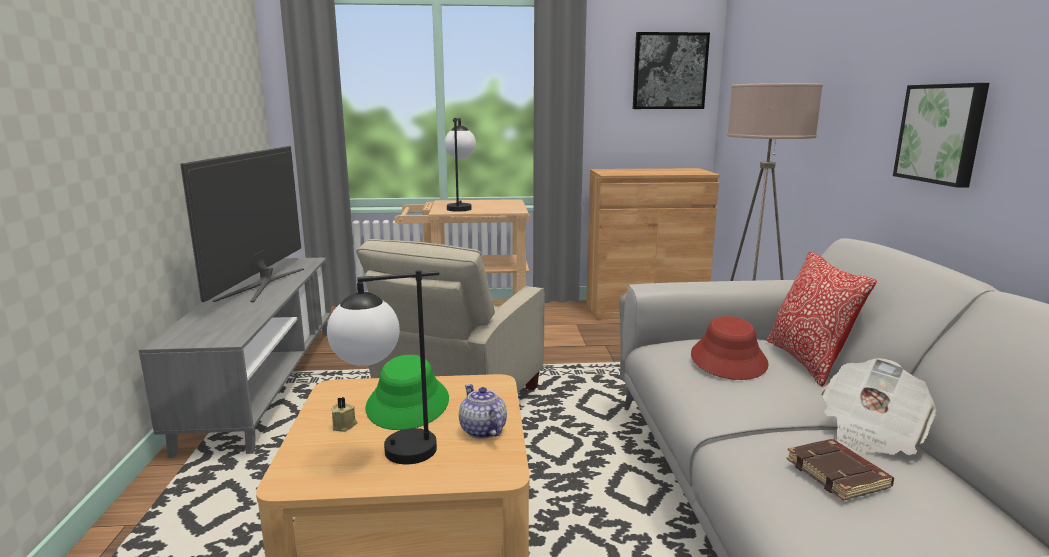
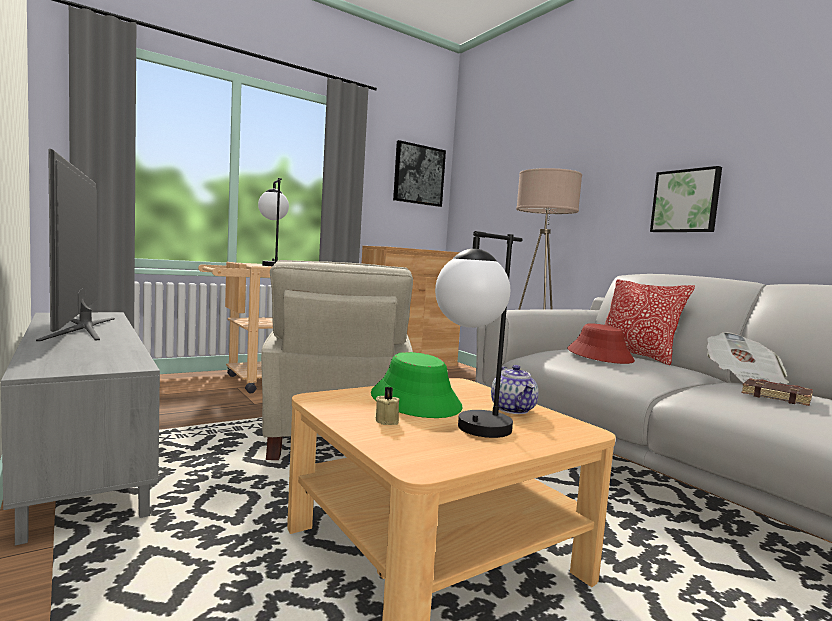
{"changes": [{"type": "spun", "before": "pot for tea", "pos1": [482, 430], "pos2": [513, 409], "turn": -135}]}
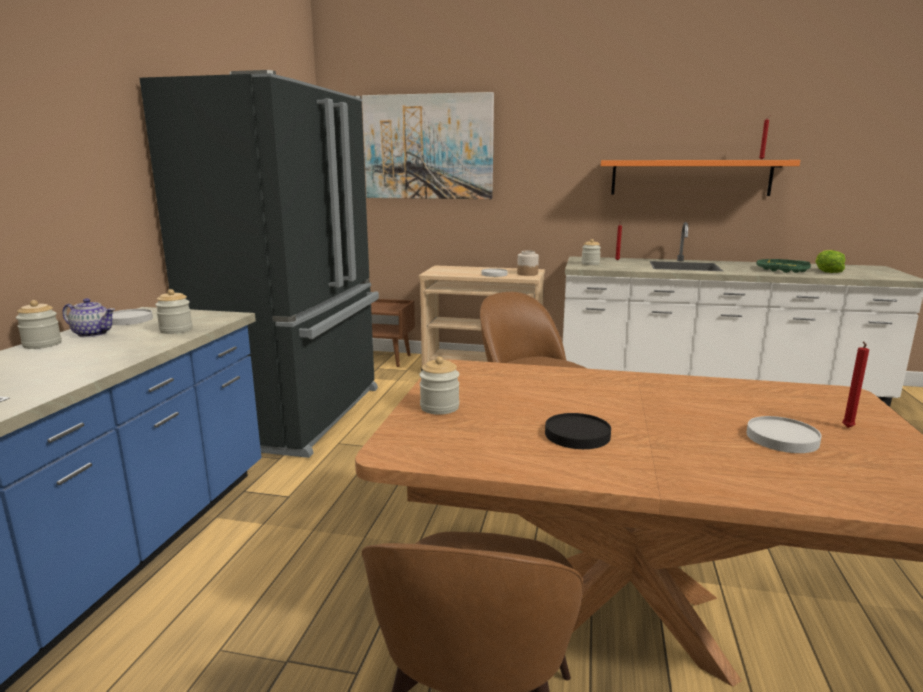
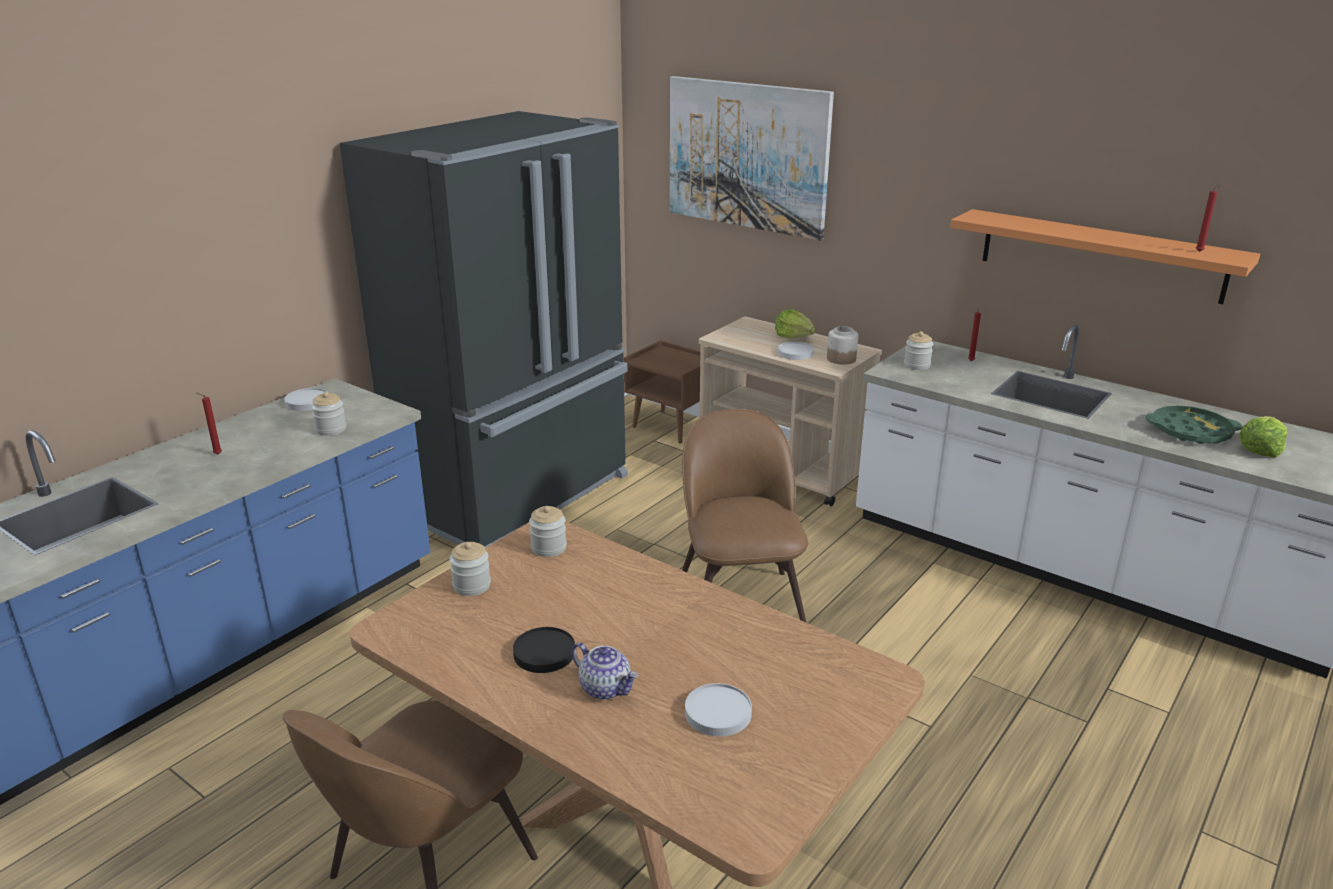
{"changes": [{"type": "relocated", "before": "preserve jar", "pos1": [42, 344], "pos2": [548, 548]}, {"type": "relocated", "before": "pot for tea", "pos1": [93, 333], "pos2": [606, 688]}, {"type": "relocated", "before": "candle (red-coloured)", "pos1": [847, 428], "pos2": [216, 454]}, {"type": "appeared", "after": "lettuce head", "pos2": [793, 336]}]}
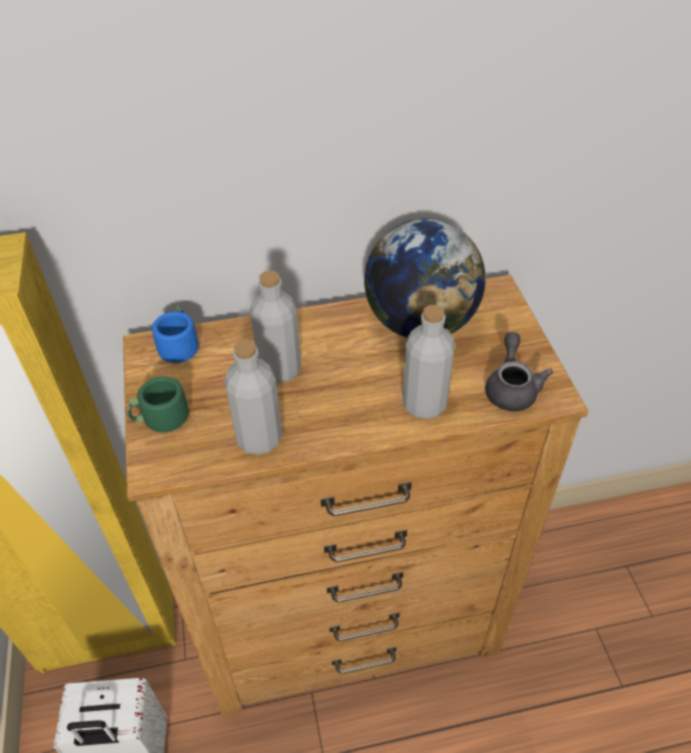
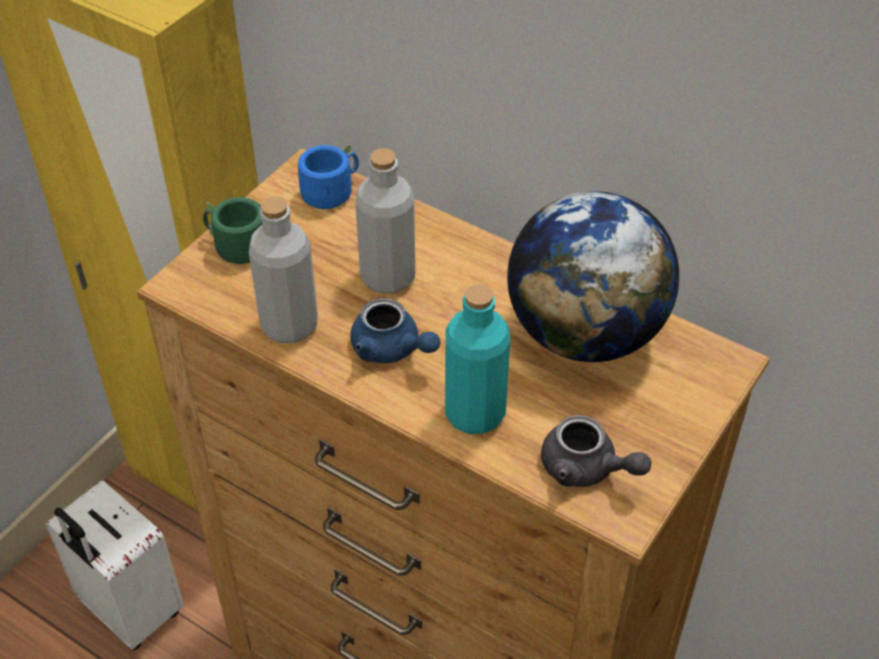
{"changes": [{"type": "colour", "before": "beverage bottle (grey)", "after": "beverage bottle (turquoise)", "pos1": [424, 404], "pos2": [475, 413]}, {"type": "spun", "before": "pot for tea (grey)", "pos1": [511, 388], "pos2": [586, 469], "turn": 75}, {"type": "appeared", "after": "pot for tea (blue-coloured)", "pos2": [391, 349]}]}
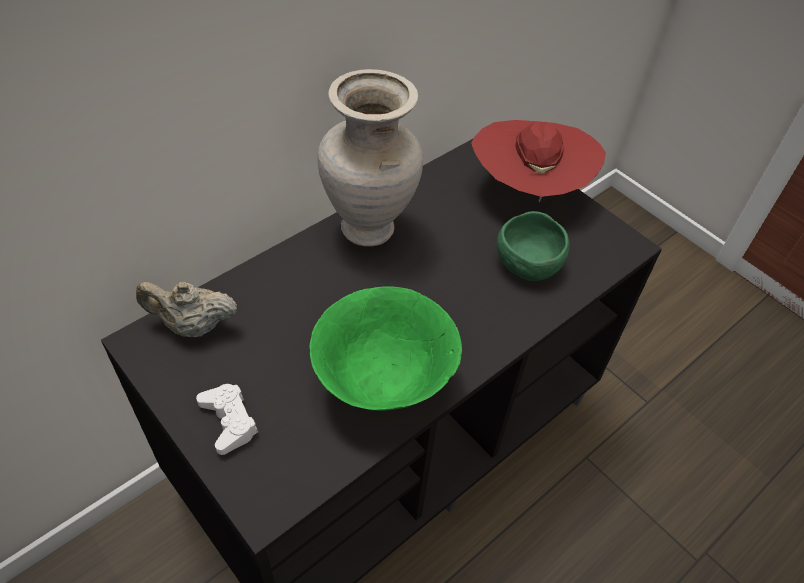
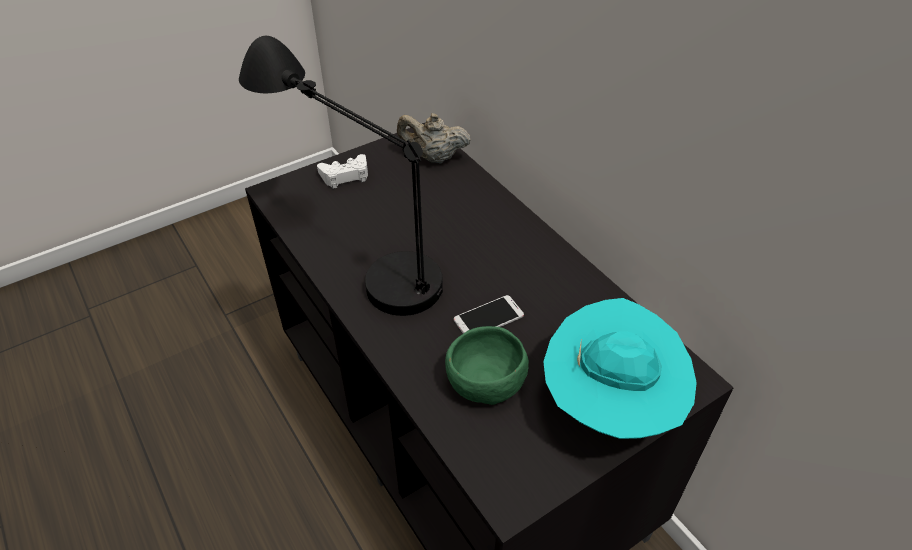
{"changes": [{"type": "spun", "before": "pot for tea (sand-coloured)", "pos1": [192, 325], "pos2": [434, 157], "turn": -90}, {"type": "exchanged", "before": "bowl (greenish)", "after": "lamp for a table (blackish)", "pos1": [384, 381], "pos2": [357, 254]}, {"type": "missing", "before": "vase (sand-coloured)", "pos1": [369, 228]}, {"type": "colour", "before": "wearable hat (red-coloured)", "after": "wearable hat (turquoise)", "pos1": [528, 189], "pos2": [610, 404]}, {"type": "appeared", "after": "handset", "pos2": [488, 317]}]}
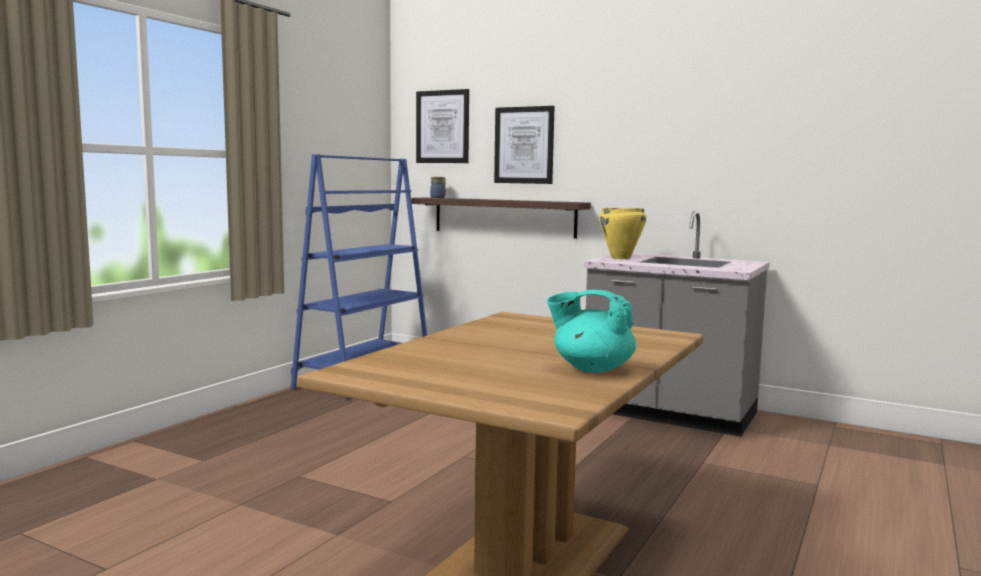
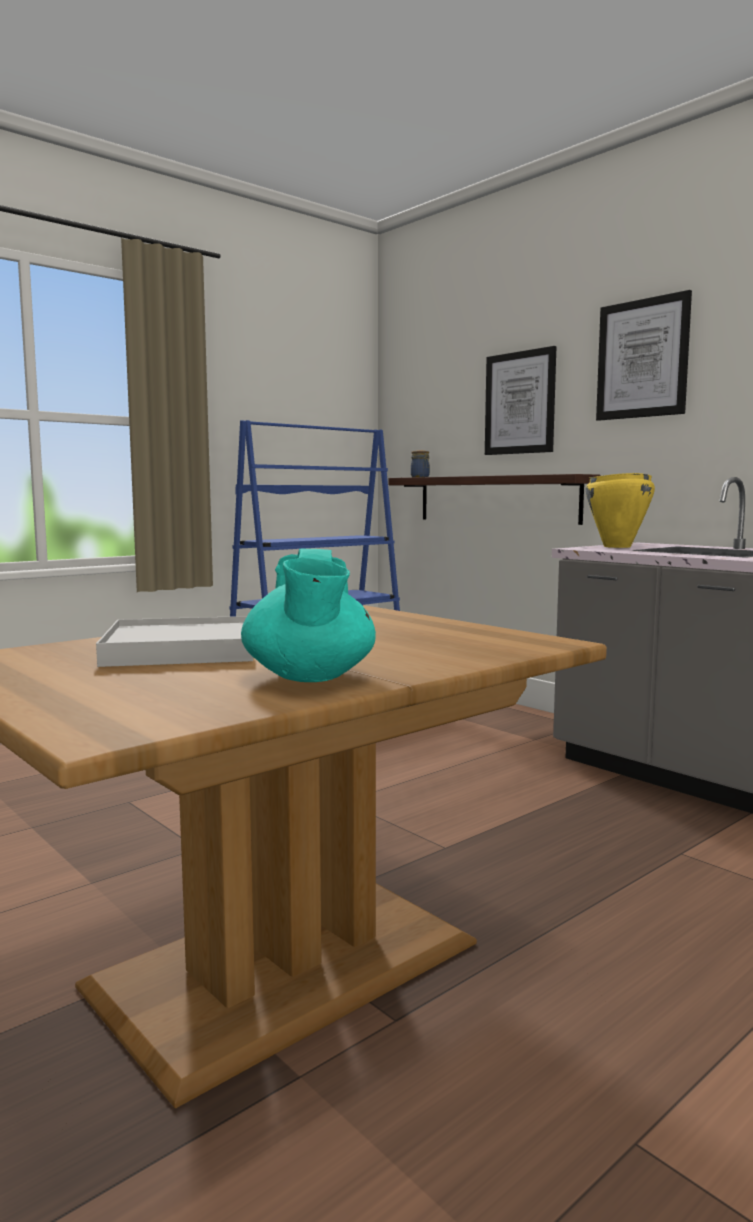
{"changes": [{"type": "relocated", "before": "wall picture", "pos1": [442, 127], "pos2": [642, 359]}, {"type": "spun", "before": "pot for tea (turquoise)", "pos1": [591, 368], "pos2": [309, 678], "turn": -135}, {"type": "appeared", "after": "serving tray (white)", "pos2": [181, 649]}]}
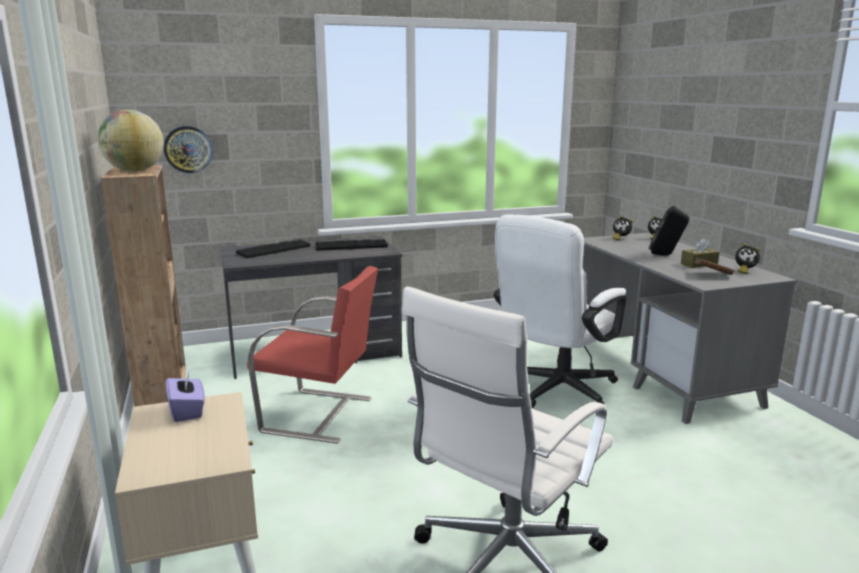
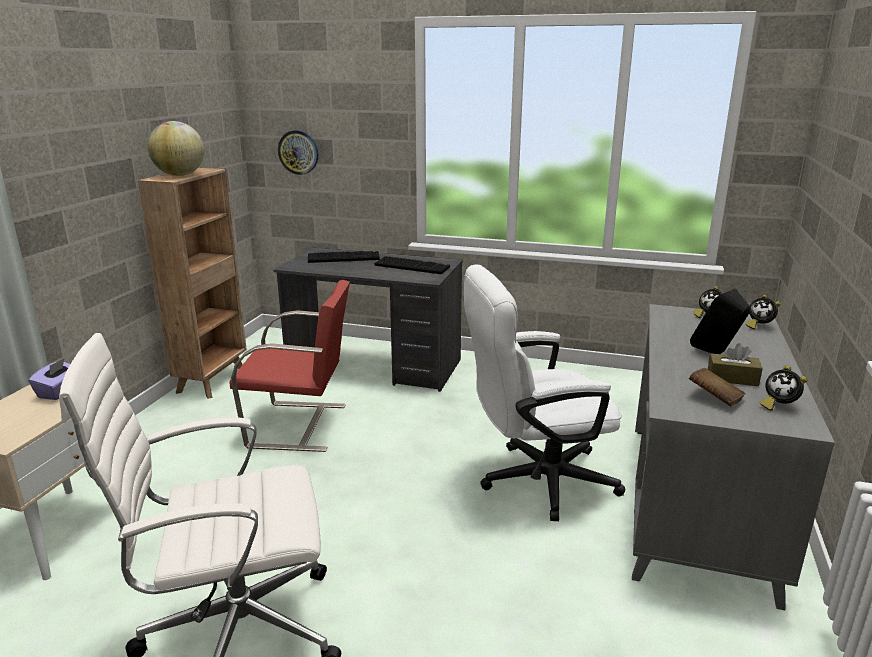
{"changes": [{"type": "spun", "before": "plain chair (red-coloured)", "pos1": [319, 415], "pos2": [300, 426], "turn": -45}]}
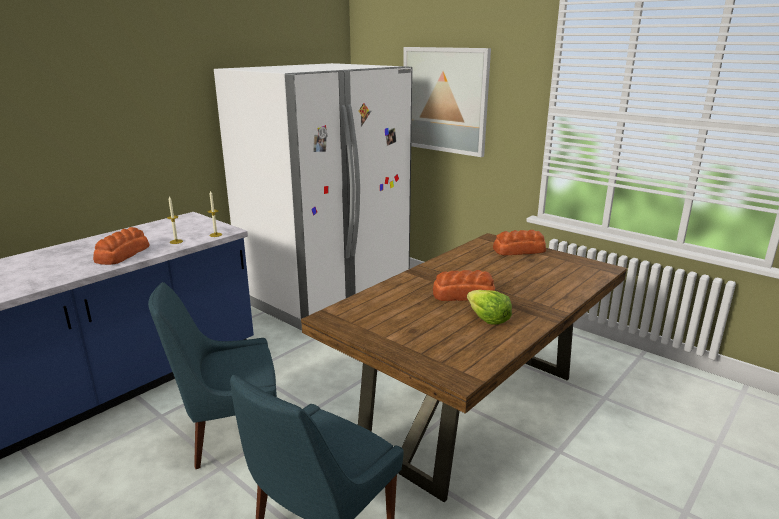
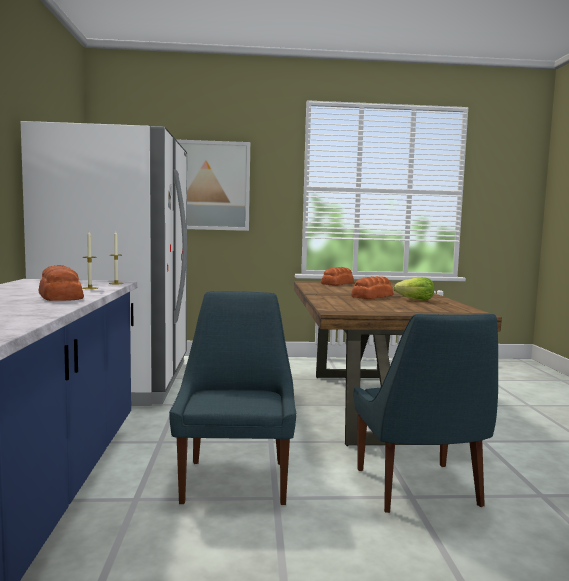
{"changes": [{"type": "spun", "before": "plain chair (blue-coloured)", "pos1": [230, 434], "pos2": [236, 479], "turn": 150}]}
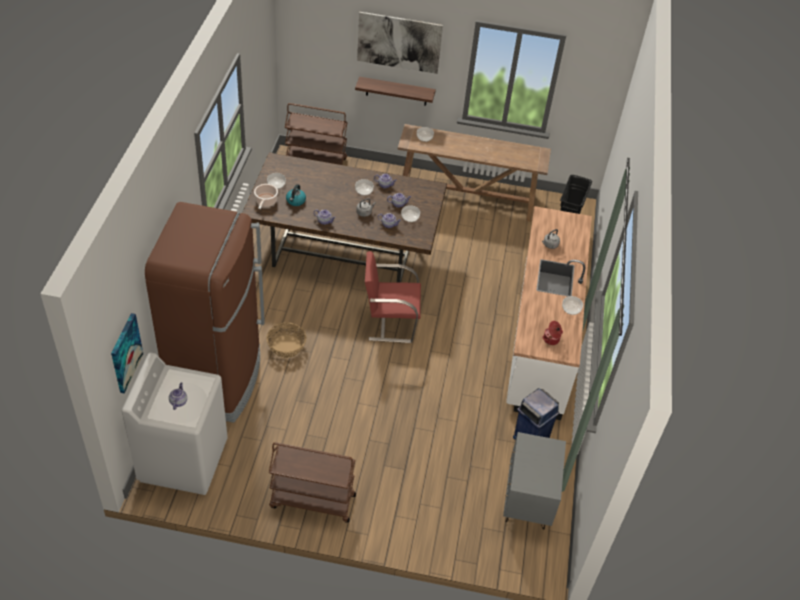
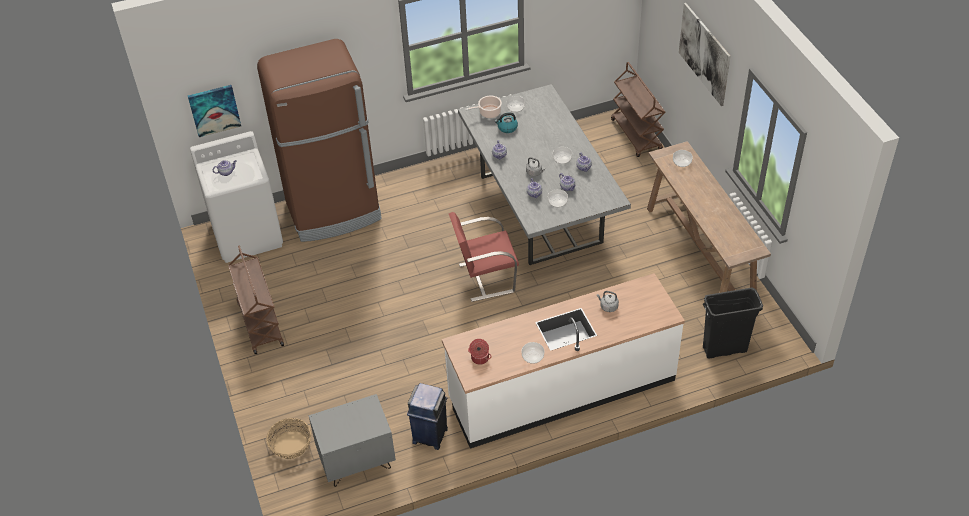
{"changes": [{"type": "colour", "before": "dinner table (brown-coloured)", "after": "dinner table (grey)", "pos1": [345, 253], "pos2": [540, 210]}, {"type": "relocated", "before": "storage basket", "pos1": [287, 346], "pos2": [291, 445]}, {"type": "missing", "before": "wall shelf", "pos1": [396, 91]}, {"type": "spun", "before": "plain chair (red-coloured)", "pos1": [389, 322], "pos2": [485, 278], "turn": -75}]}
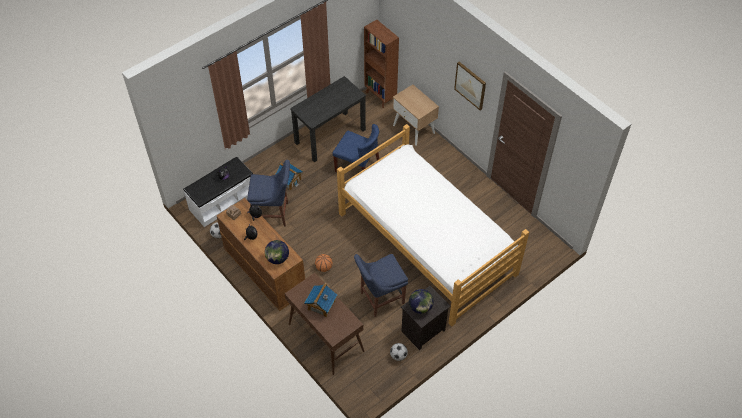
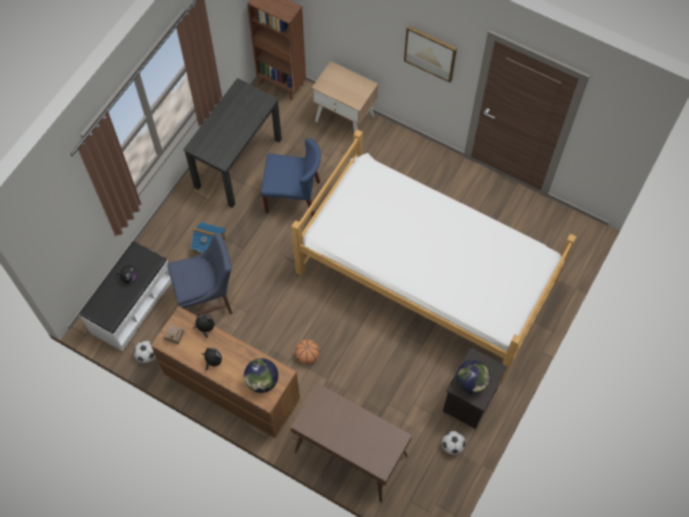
{"changes": [{"type": "missing", "before": "toy house", "pos1": [321, 305]}, {"type": "missing", "before": "plain chair (blue-coloured)", "pos1": [380, 298]}]}
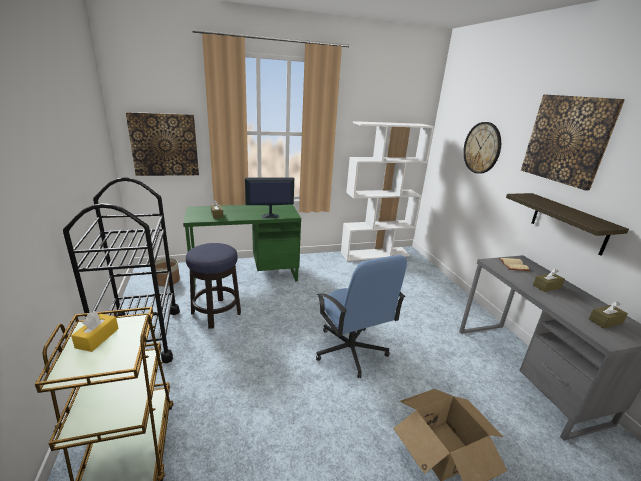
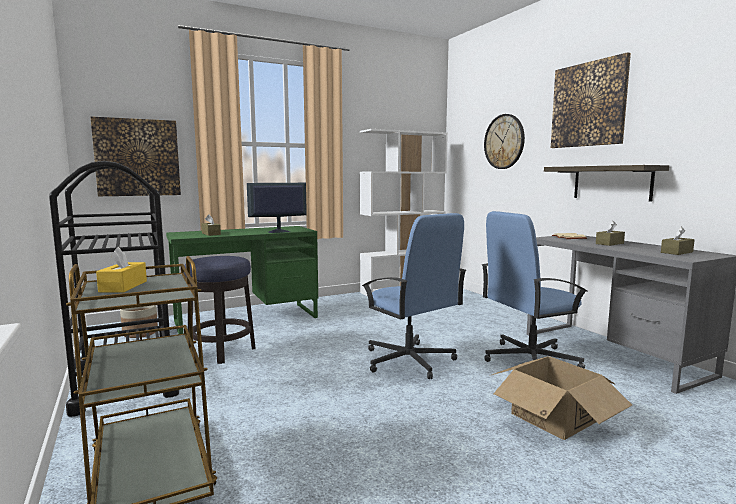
{"changes": [{"type": "appeared", "after": "office chair (blue-coloured)", "pos2": [529, 359]}]}
